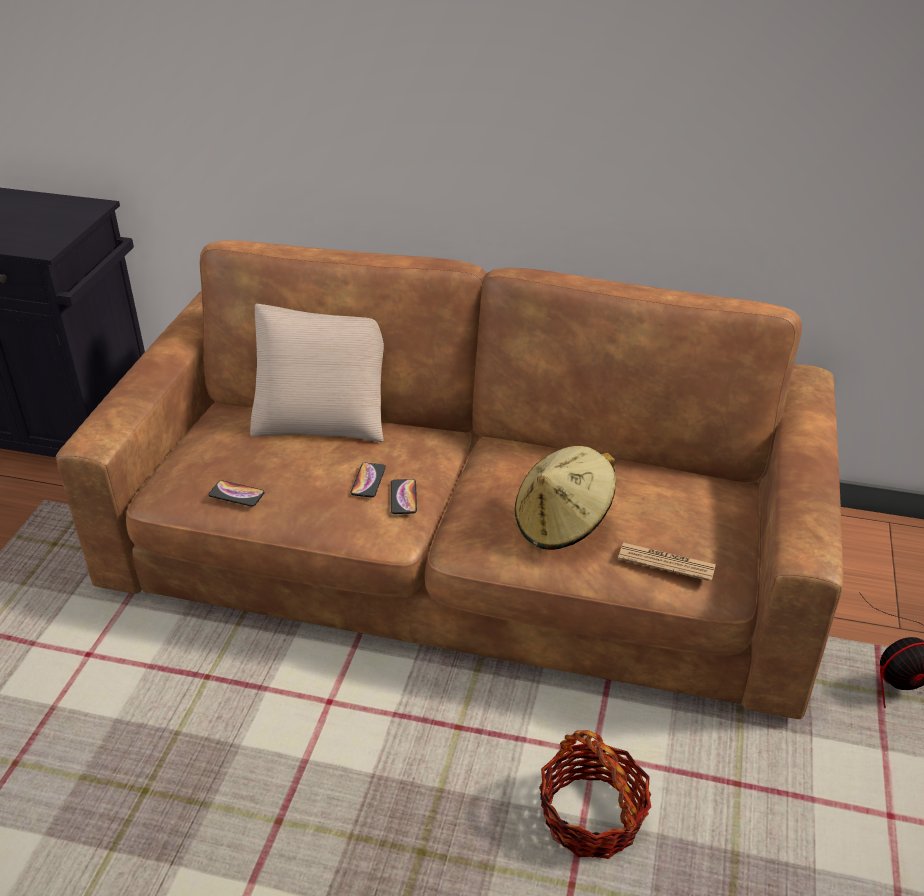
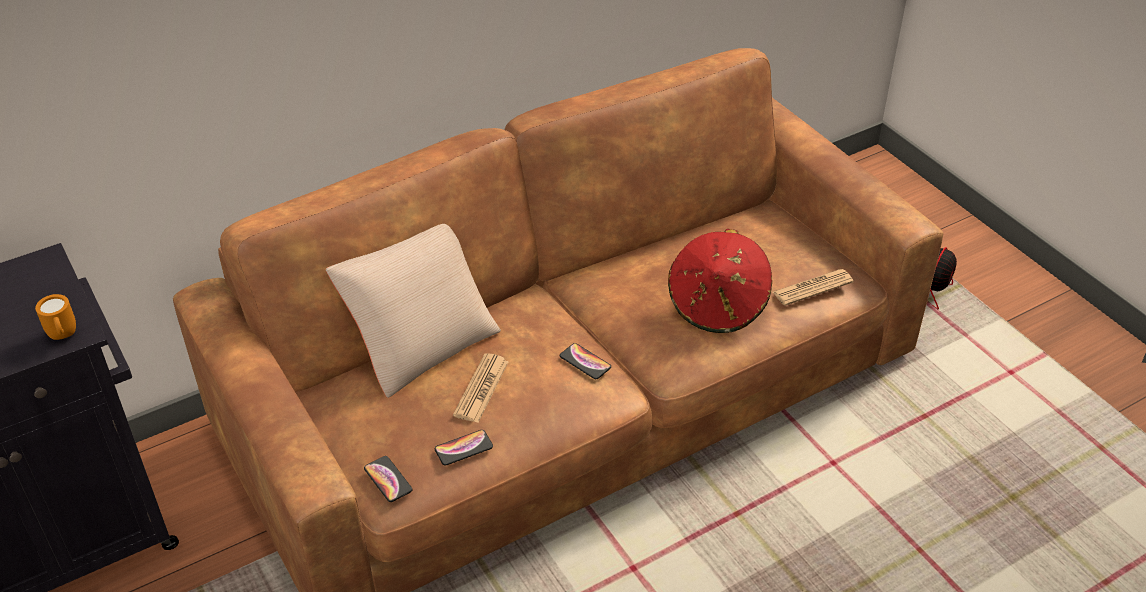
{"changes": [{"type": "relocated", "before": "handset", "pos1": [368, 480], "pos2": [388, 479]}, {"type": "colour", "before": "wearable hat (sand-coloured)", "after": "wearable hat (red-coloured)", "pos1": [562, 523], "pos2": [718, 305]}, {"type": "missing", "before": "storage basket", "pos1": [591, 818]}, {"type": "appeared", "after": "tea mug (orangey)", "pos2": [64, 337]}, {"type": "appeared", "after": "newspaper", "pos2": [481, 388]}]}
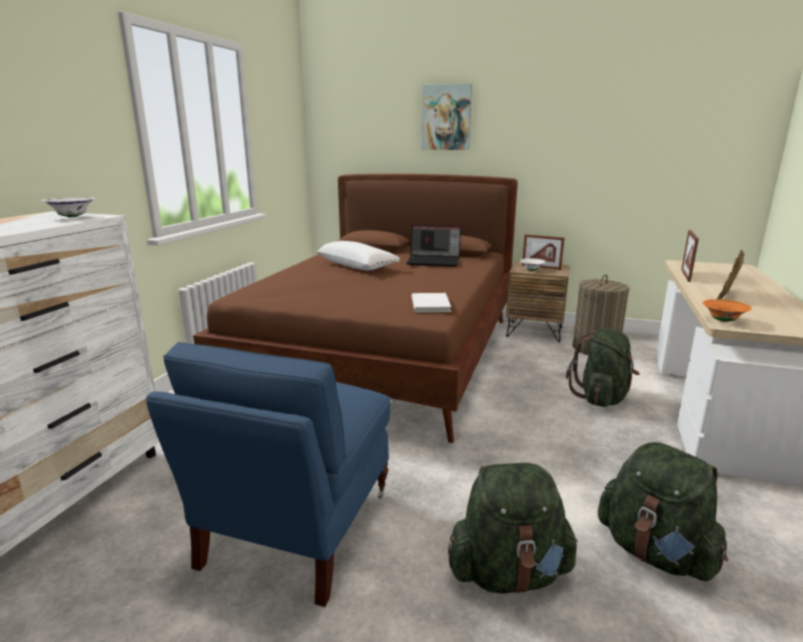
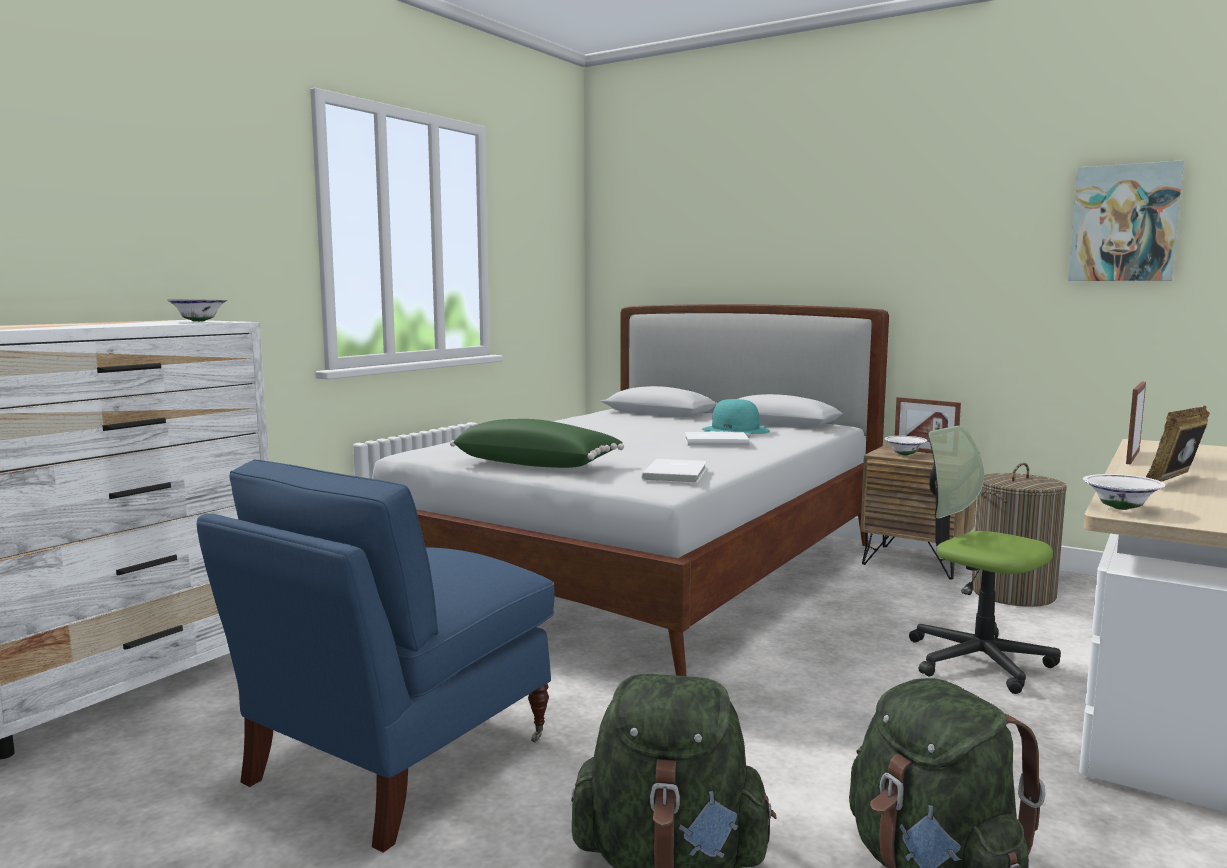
{"changes": [{"type": "colour", "before": "sleeping bed (brown-coloured)", "after": "sleeping bed (white)", "pos1": [385, 356], "pos2": [647, 573]}, {"type": "missing", "before": "throw pillow (white)", "pos1": [357, 266]}, {"type": "exchanged", "before": "notebook computer", "after": "wearable hat (turquoise)", "pos1": [434, 261], "pos2": [735, 430]}, {"type": "relocated", "before": "wall picture", "pos1": [446, 117], "pos2": [1124, 223]}, {"type": "exchanged", "before": "rucksack (greenish)", "after": "office chair", "pos1": [601, 398], "pos2": [978, 661]}, {"type": "colour", "before": "bowl (orangey)", "after": "bowl (white)", "pos1": [723, 320], "pos2": [1121, 508]}, {"type": "appeared", "after": "throw pillow (greenish)", "pos2": [537, 464]}, {"type": "appeared", "after": "volume (white)", "pos2": [715, 441]}]}
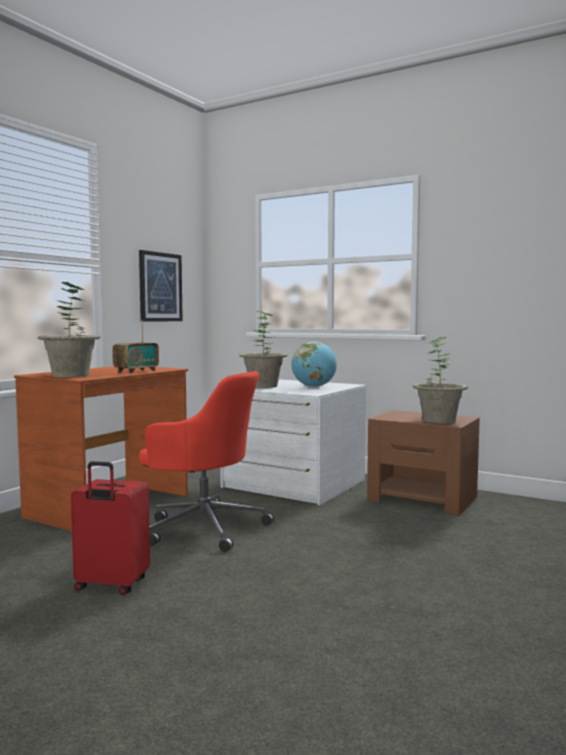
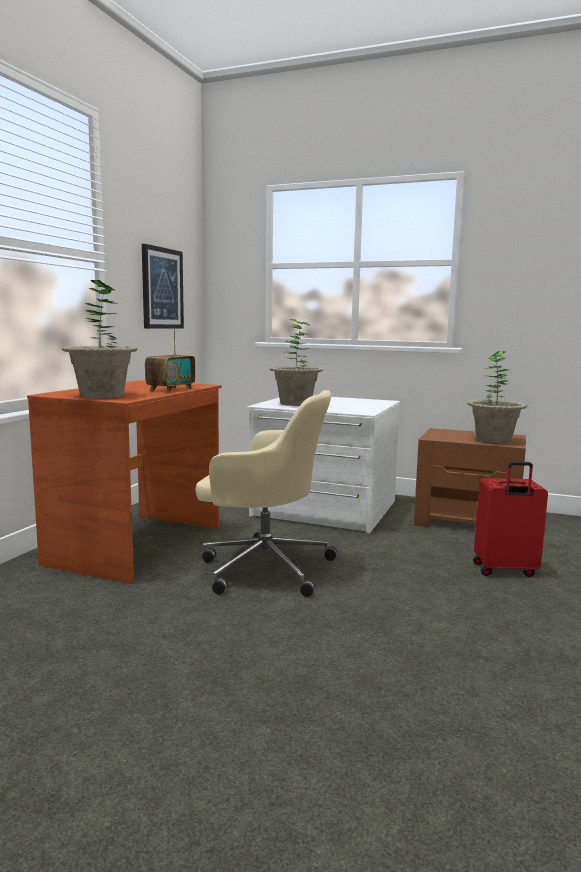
{"changes": [{"type": "relocated", "before": "travel case (red-coloured)", "pos1": [111, 586], "pos2": [504, 570]}, {"type": "colour", "before": "office chair (red-coloured)", "after": "office chair (sand-coloured)", "pos1": [203, 527], "pos2": [263, 567]}, {"type": "missing", "before": "desk globe", "pos1": [314, 387]}]}
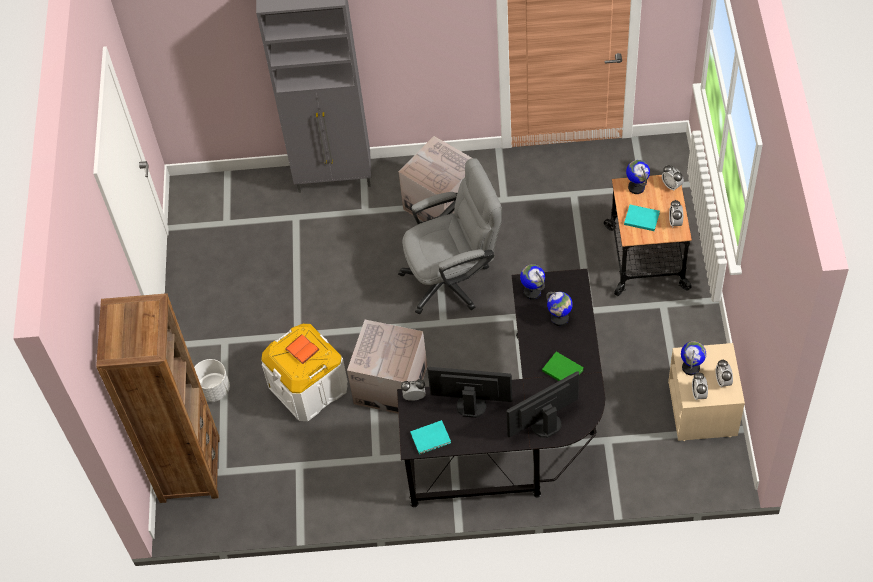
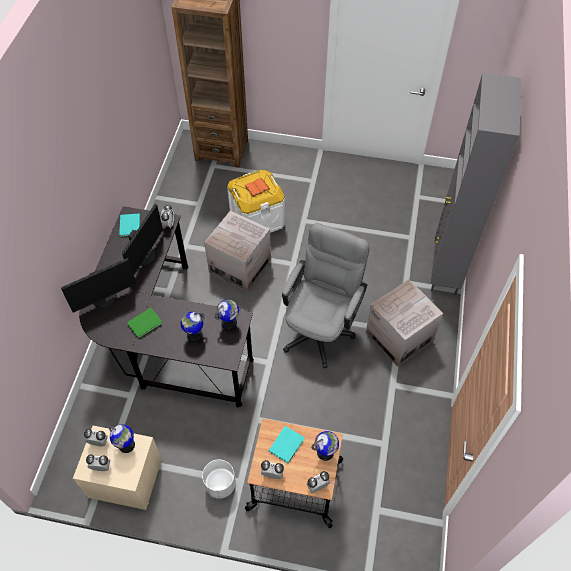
{"changes": [{"type": "relocated", "before": "plant pot (white)", "pos1": [213, 390], "pos2": [220, 484]}, {"type": "spun", "before": "office chair (grey)", "pos1": [454, 278], "pos2": [321, 327], "turn": -150}, {"type": "spun", "before": "computer screen", "pos1": [545, 423], "pos2": [105, 299], "turn": 75}]}
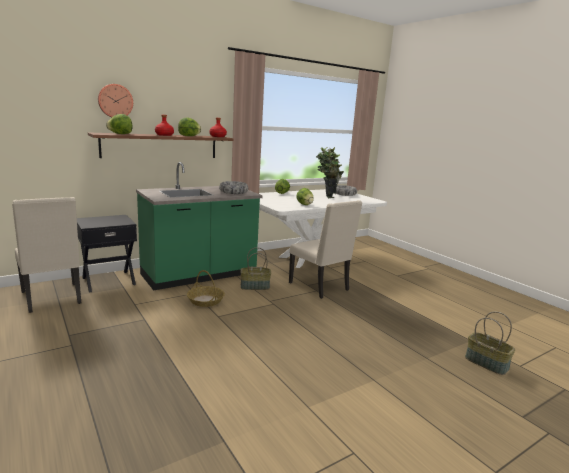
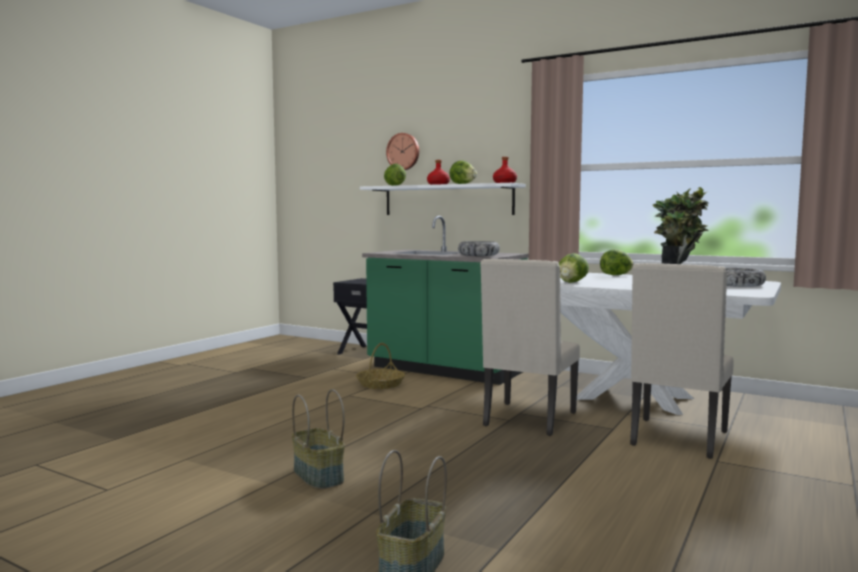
{"changes": [{"type": "relocated", "before": "plain chair (sand-coloured)", "pos1": [52, 298], "pos2": [677, 439]}, {"type": "colour", "before": "wall shelf (brown-coloured)", "after": "wall shelf (white)", "pos1": [161, 146], "pos2": [447, 200]}, {"type": "relocated", "before": "storage basket", "pos1": [254, 287], "pos2": [317, 476]}]}
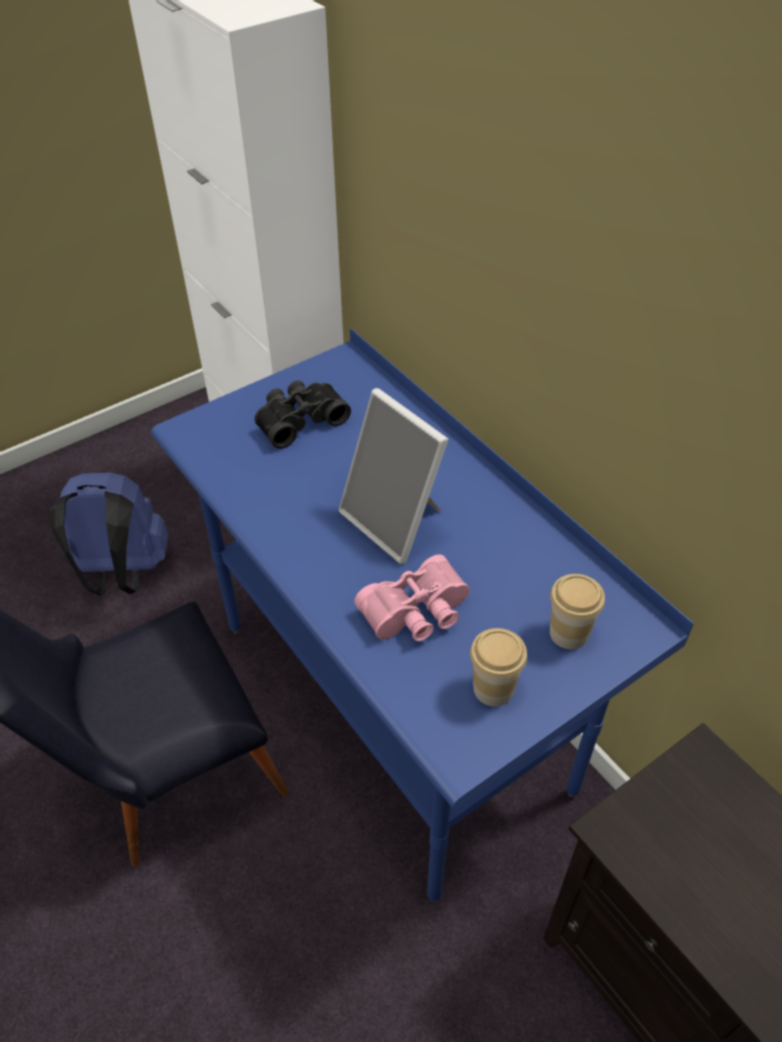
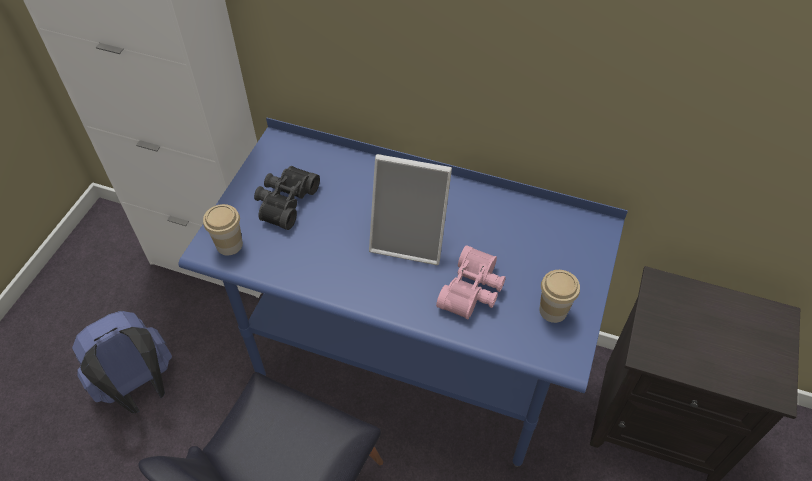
{"changes": [{"type": "relocated", "before": "cup", "pos1": [568, 633], "pos2": [229, 245]}]}
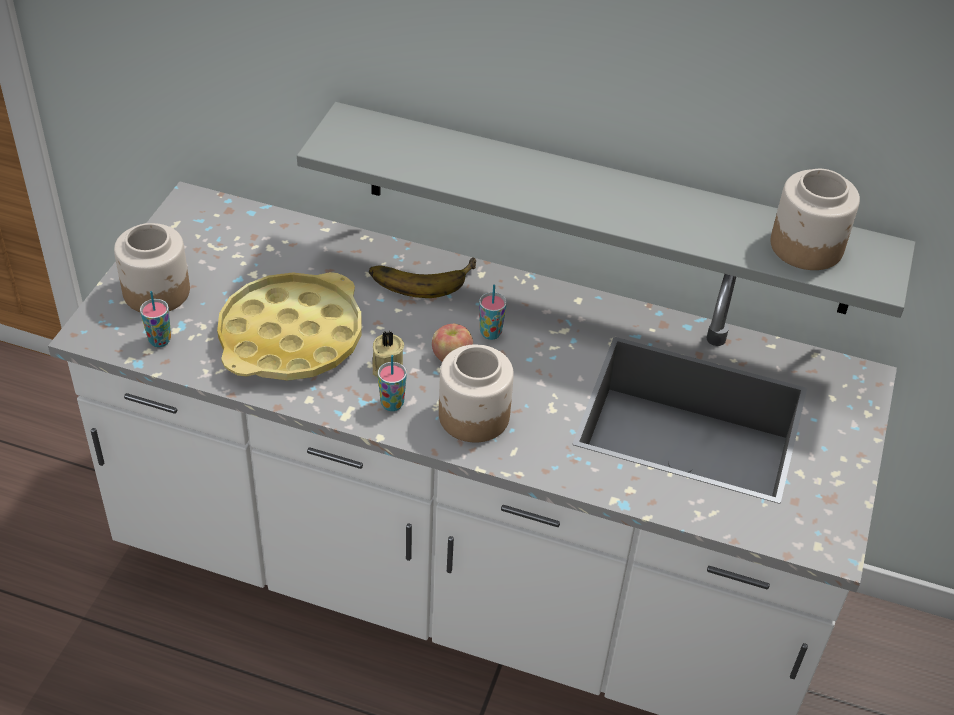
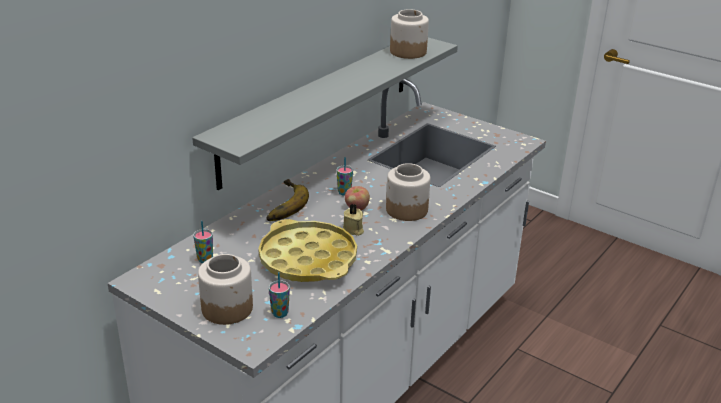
{"changes": [{"type": "relocated", "before": "cup", "pos1": [392, 404], "pos2": [205, 260]}]}
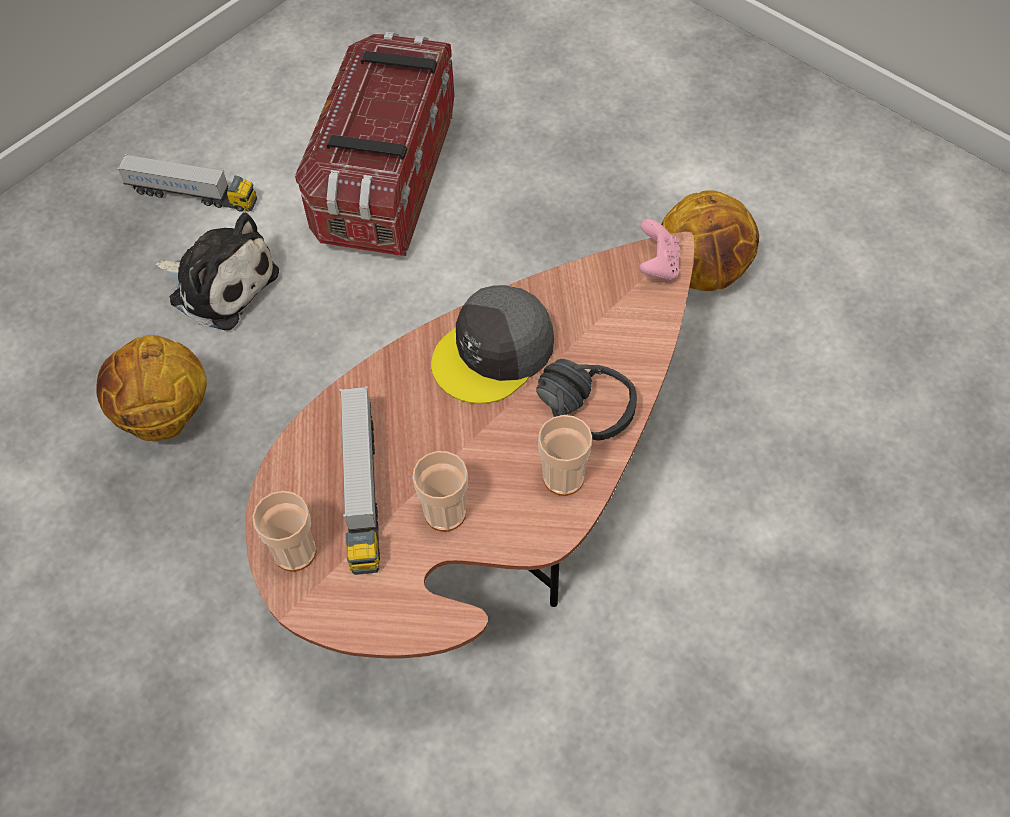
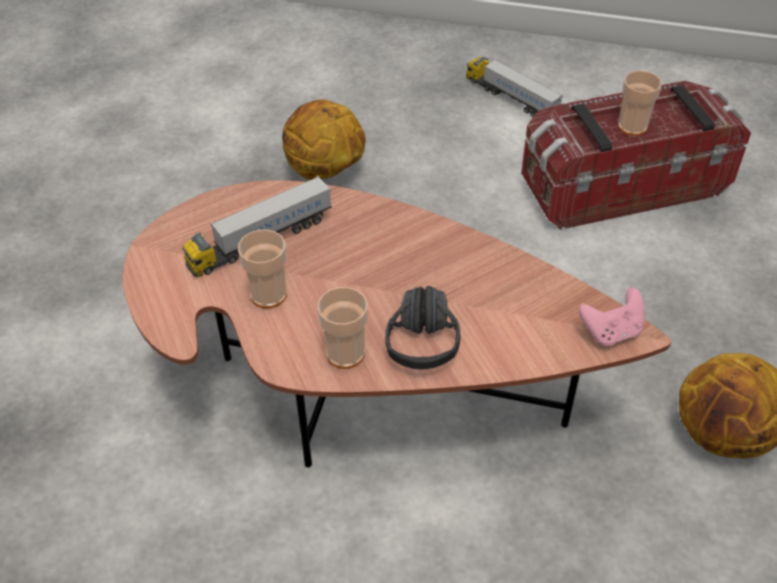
{"changes": [{"type": "spun", "before": "toy lorry", "pos1": [192, 195], "pos2": [511, 98], "turn": 150}, {"type": "missing", "before": "soft toy", "pos1": [220, 284]}, {"type": "relocated", "before": "cup", "pos1": [295, 552], "pos2": [632, 127]}, {"type": "missing", "before": "cap (grey)", "pos1": [494, 352]}]}
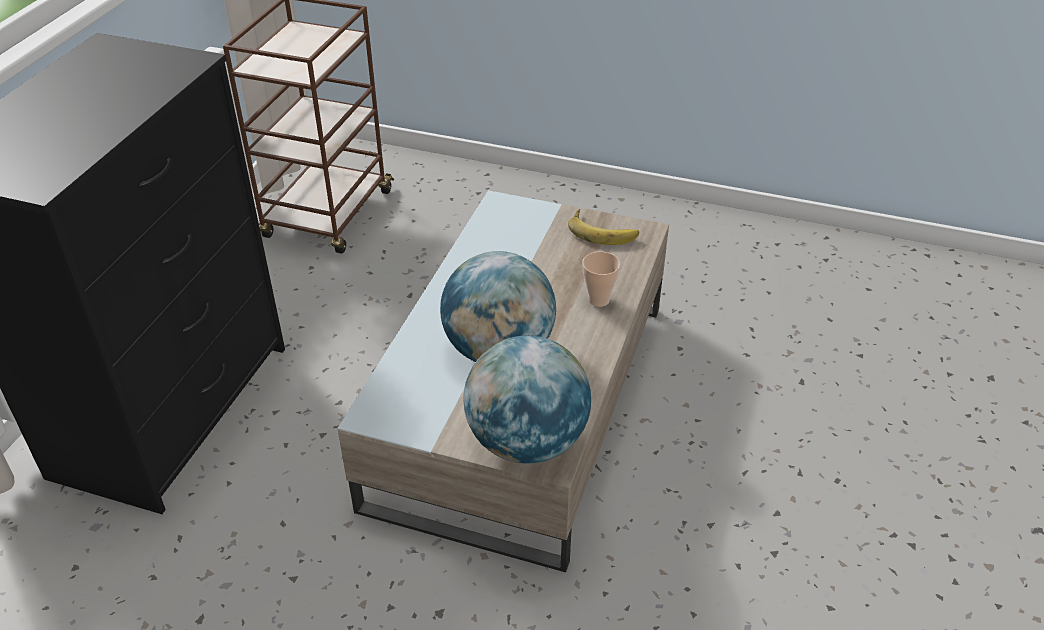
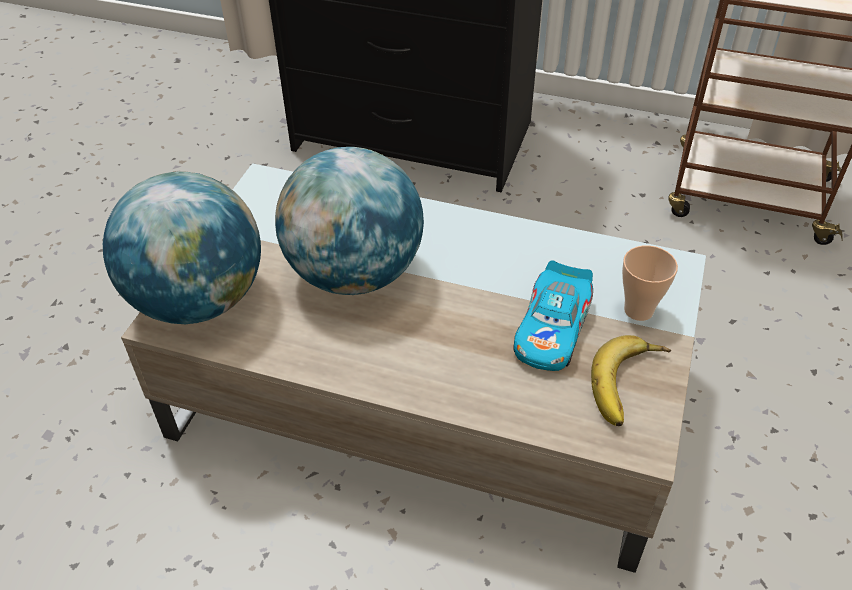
{"changes": [{"type": "relocated", "before": "cup", "pos1": [598, 300], "pos2": [638, 310]}, {"type": "appeared", "after": "toy car", "pos2": [552, 330]}]}
